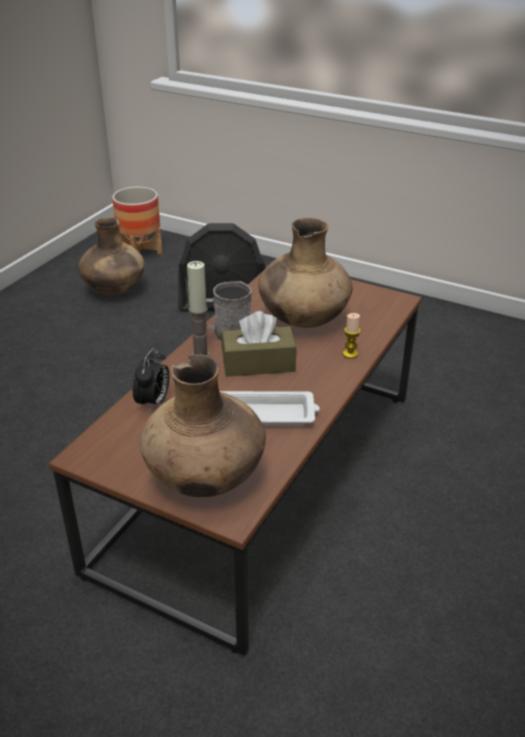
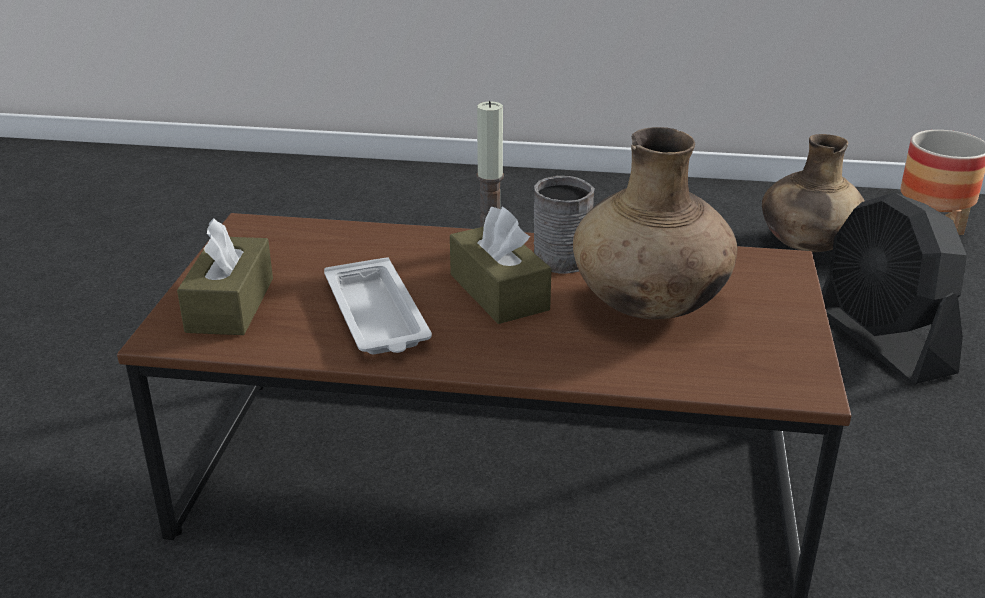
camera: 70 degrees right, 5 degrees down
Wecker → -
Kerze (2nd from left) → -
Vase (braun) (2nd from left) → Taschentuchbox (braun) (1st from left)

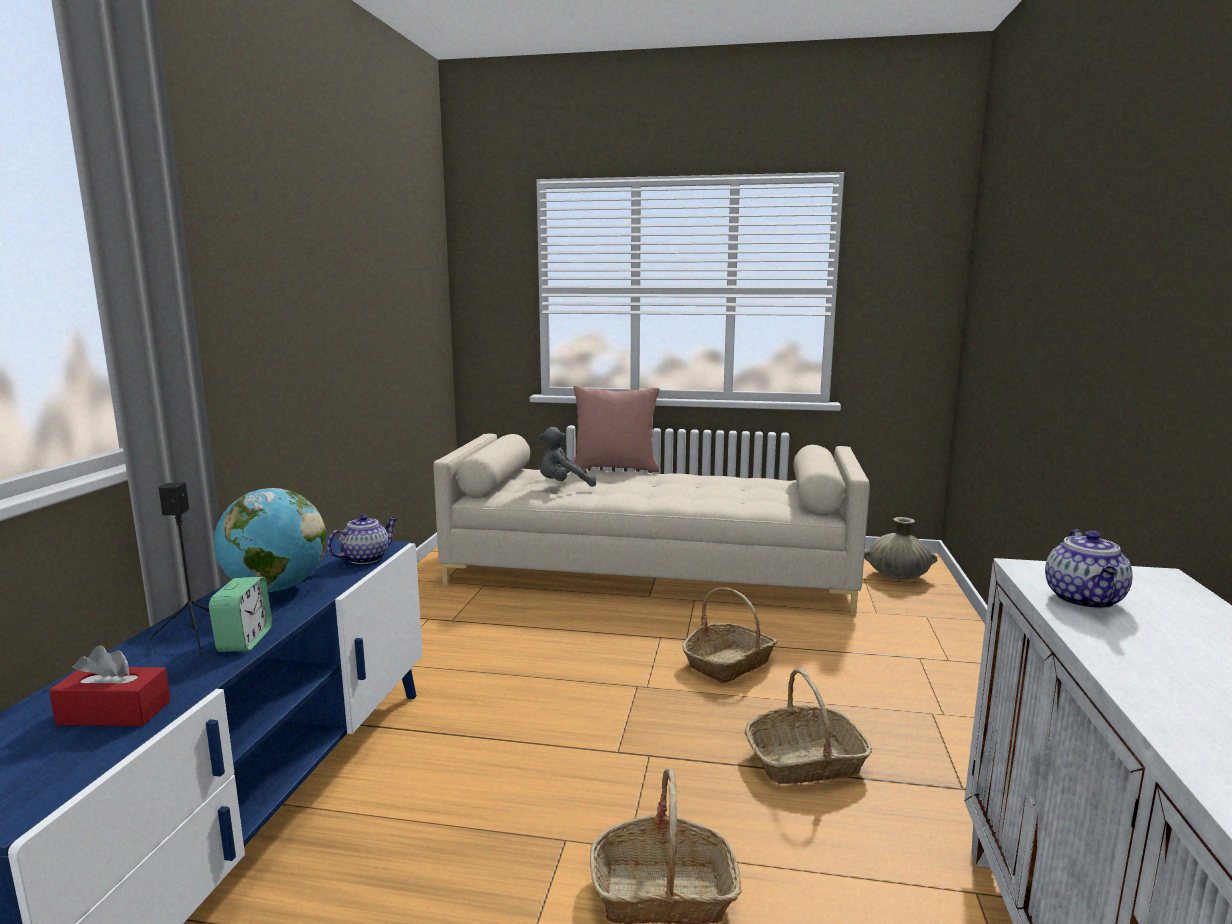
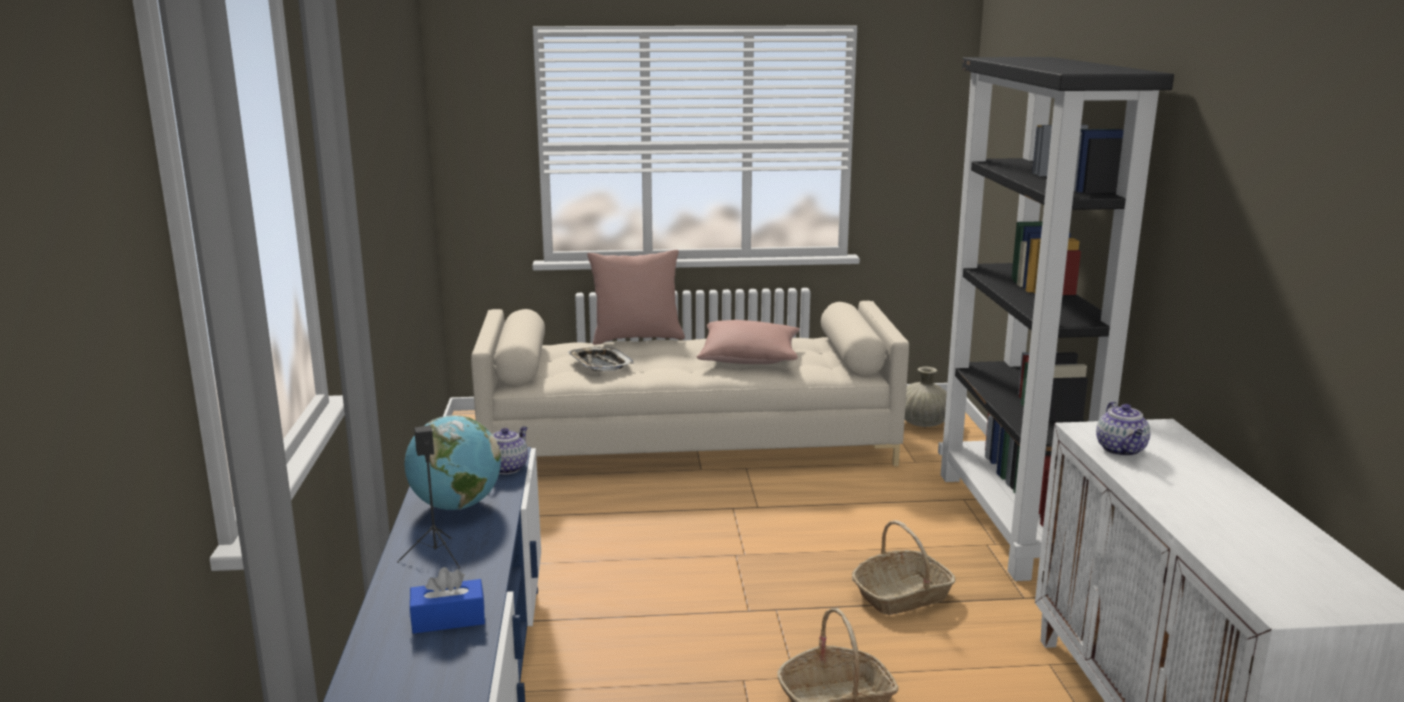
camera: 15 degrees left, 5 degrees up
Wecker → -
Korb (2nd from left) → -
- → Kissen (rosa) (2nd from left)
- → Bücherregal (schwarz)
Plüschtier (grau) → Tablett
Taschentuchbox (rot) → Taschentuchbox (blau)

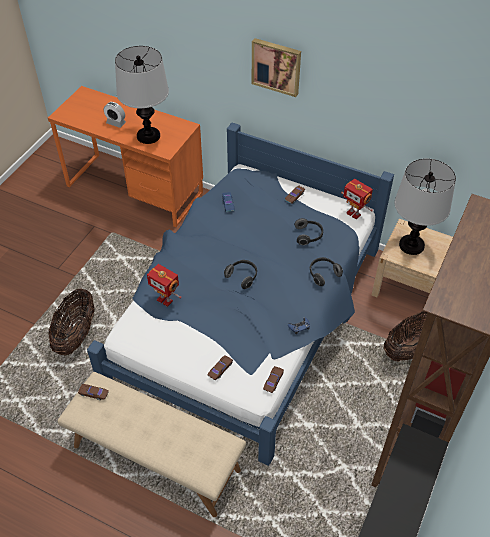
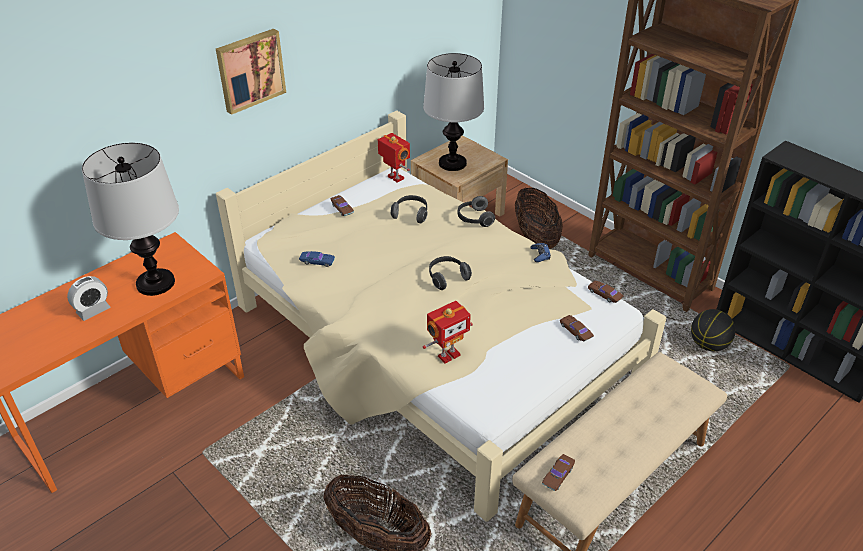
camera: 70 degrees left, 10 degrees down
- → Basketball
Bett (blau) → Bett (beige)
Spielzeugroboter (2nd from left in the first image) → Spielzeugroboter (1st from left), 105 degrees counterclockwise

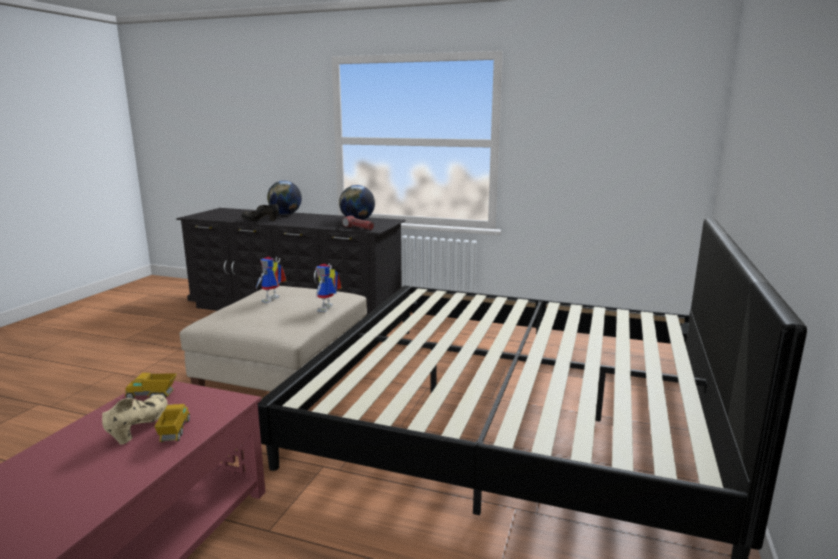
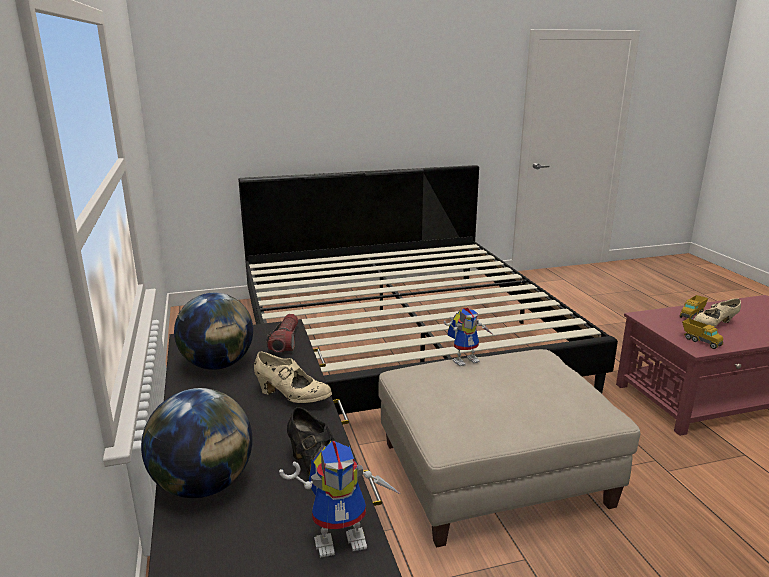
camera: 125 degrees left, 5 degrees up
- → Schuh (beige) (1st from left)
Spielzeugroboter (1st from left), move

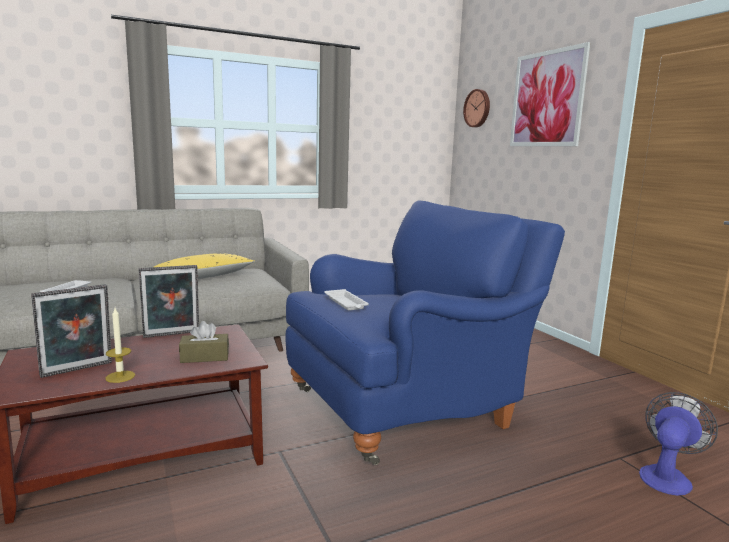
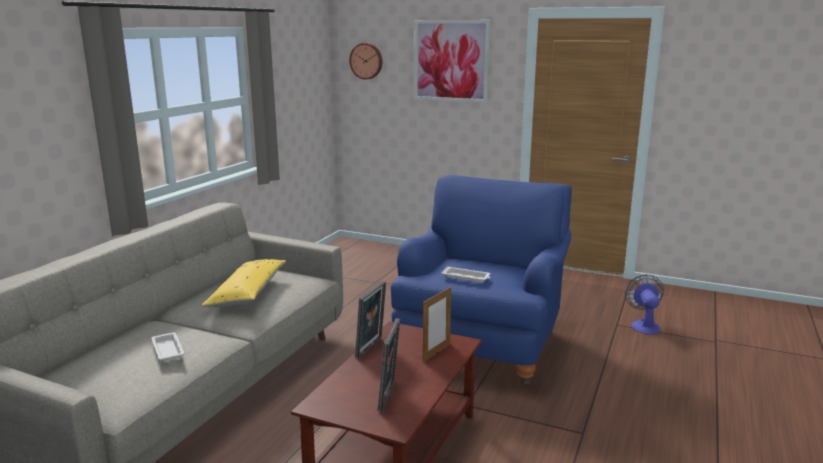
camera: 40 degrees left, 5 degrees up
Kerze → -
Taschentuchbox (braun) → Bilderrahmen (3rd from left)

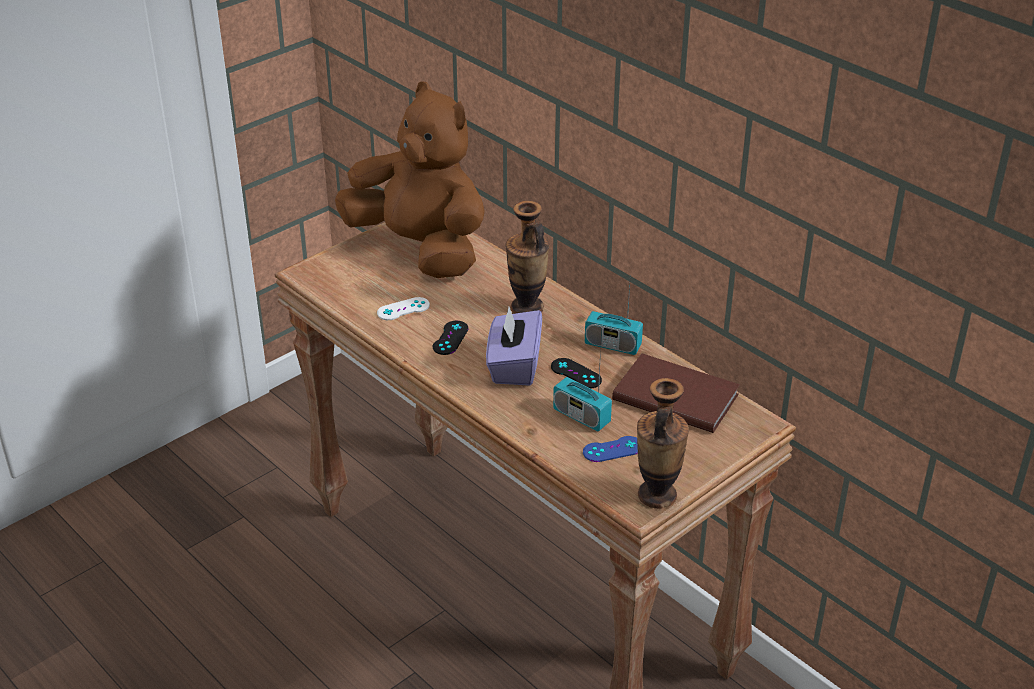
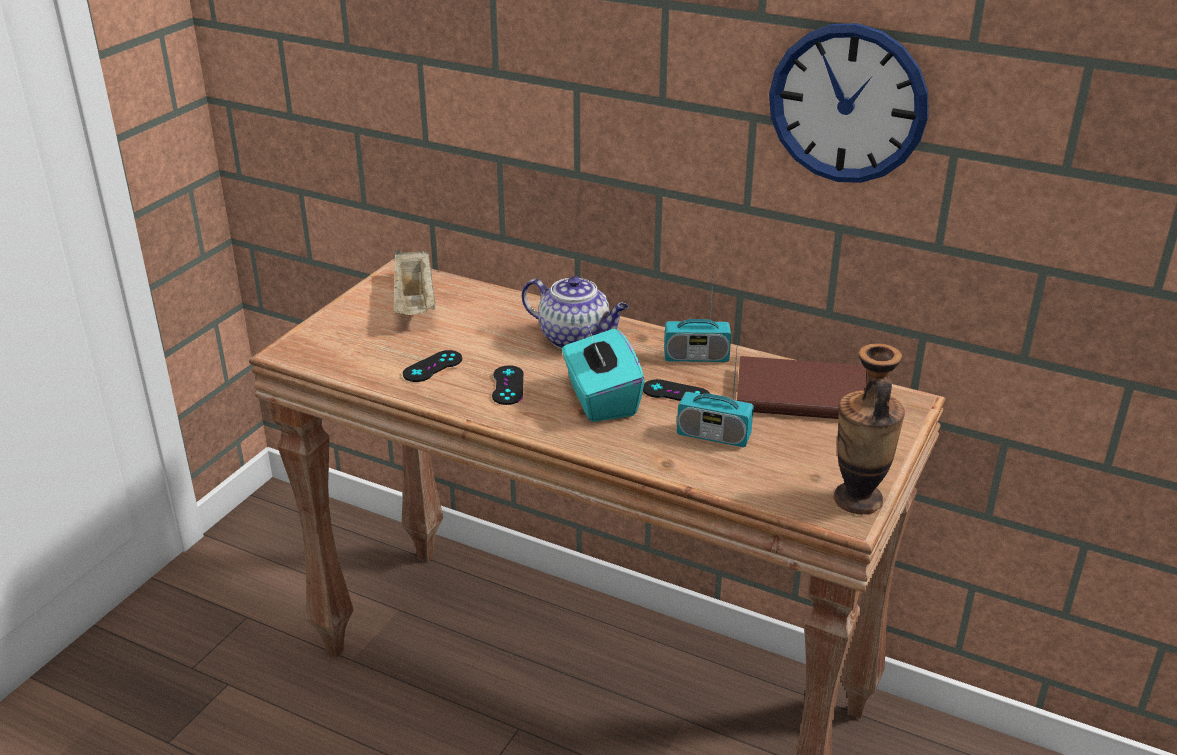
camera: 20 degrees left, 5 degrees down
Gamepad (blau) → -
- → Wanduhr
Plüschtier (braun) → Tablett (beige)
Vase (1st from left) → Teekanne
Gamepad (weiß) → Gamepad (schwarz) (1st from left)
Taschentuchbox (lila) → Taschentuchbox (türkis)

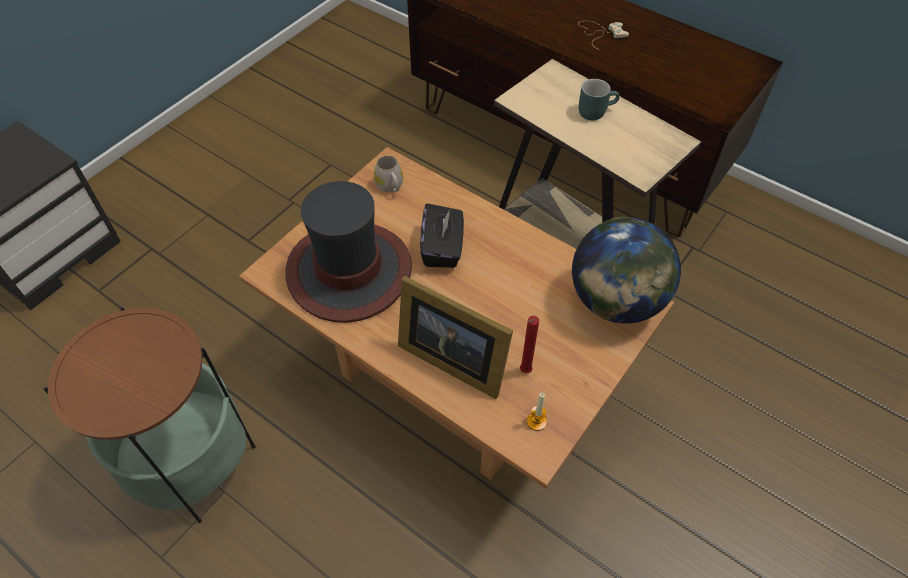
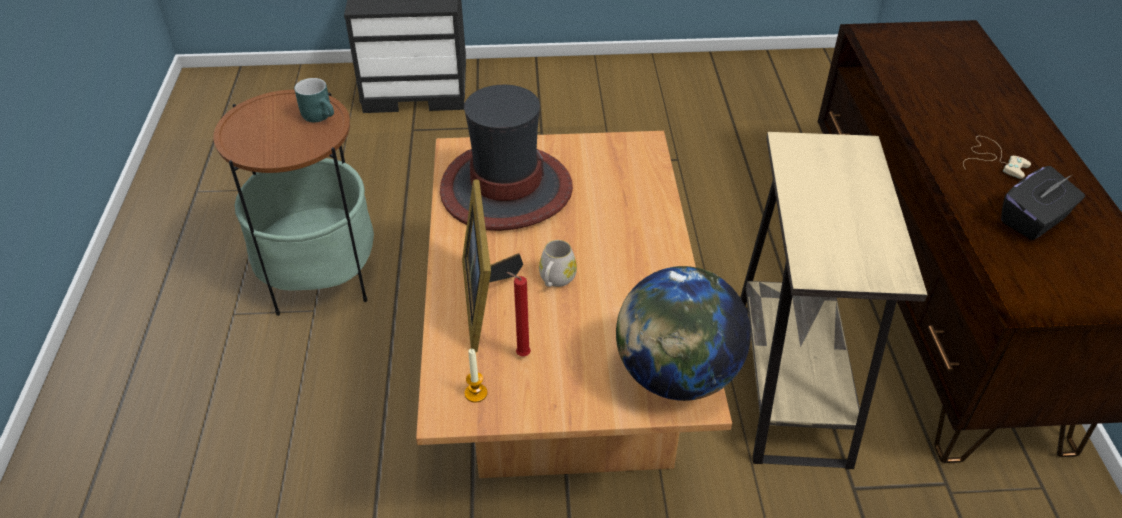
camera: 50 degrees right, 10 degrees down
Henkelbecher (weiß), move
Taschentuchbox (schwarz), move
Henkelbecher (türkis), move

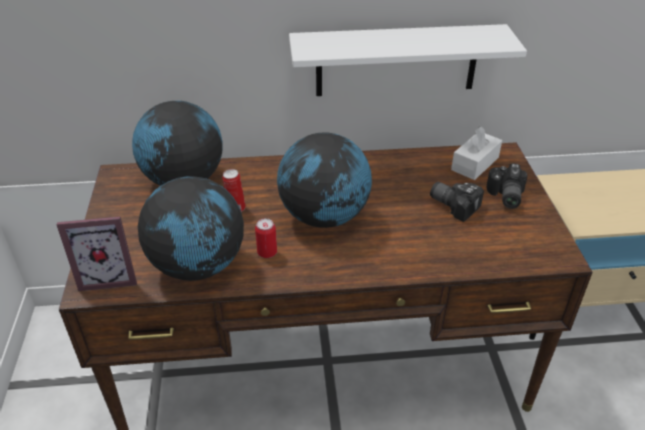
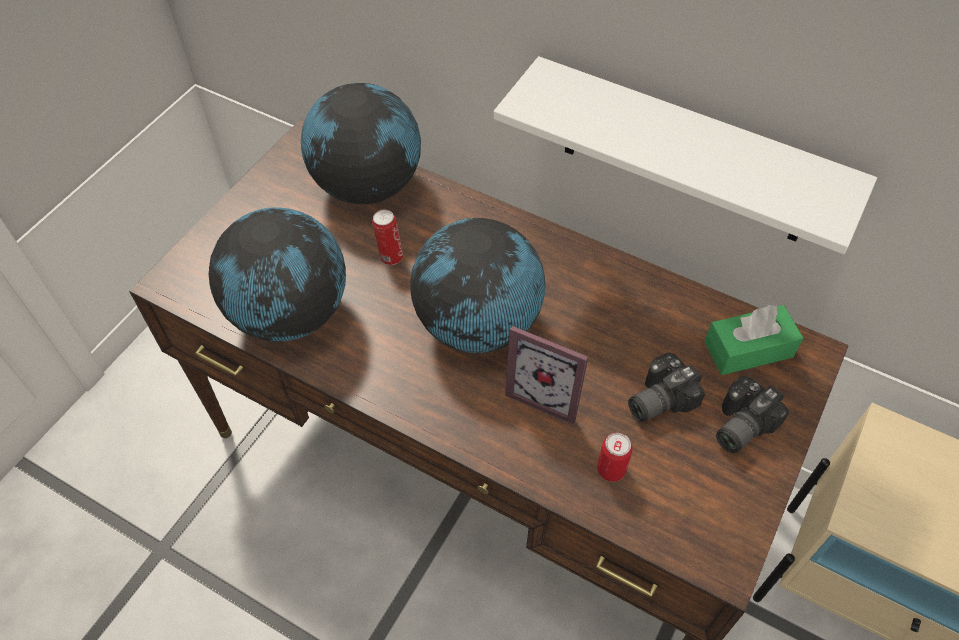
camera: 35 degrees right, 15 degrees up
Bilderrahmen, move
Dose (2nd from left), move
Taschentuchbox (weiß) → Taschentuchbox (grün)
Kamera (1st from left), 105 degrees counterclockwise

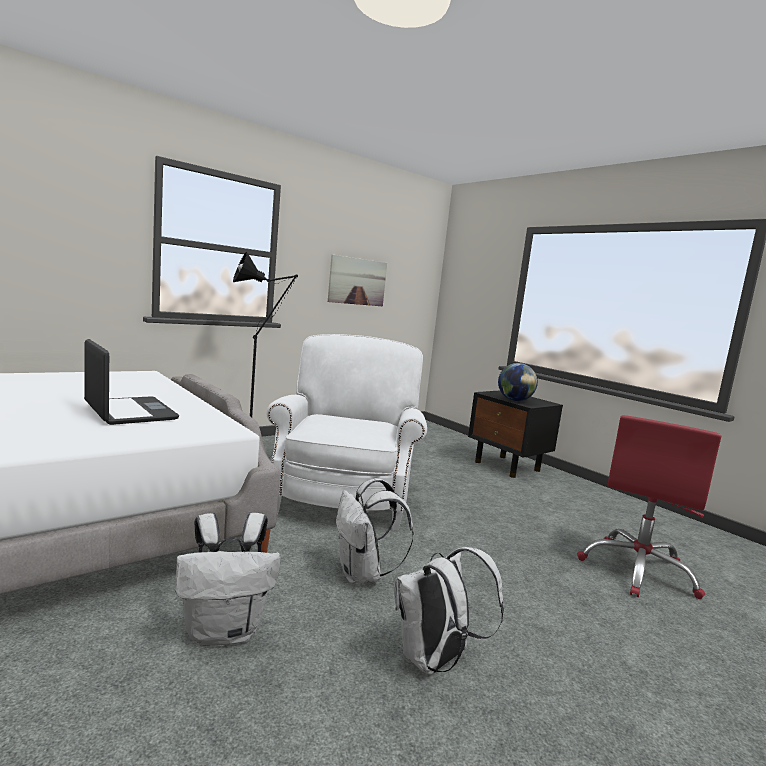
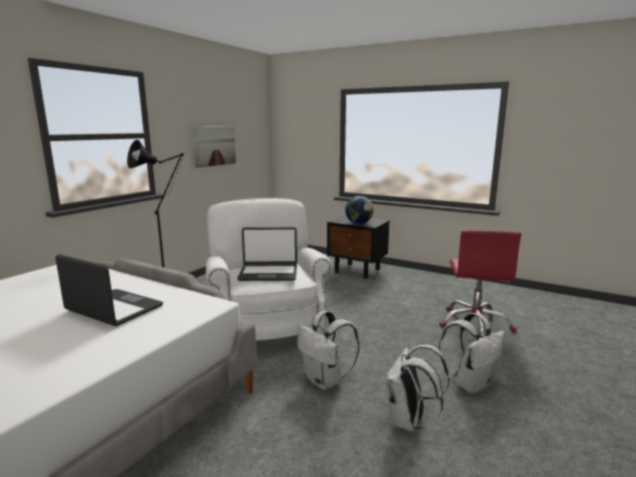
camera: 20 degrees left, 5 degrees up
- → Laptop (2nd from left)
Rucksack (weiß) (1st from left in the first image) → Rucksack (weiß) (3rd from left), move

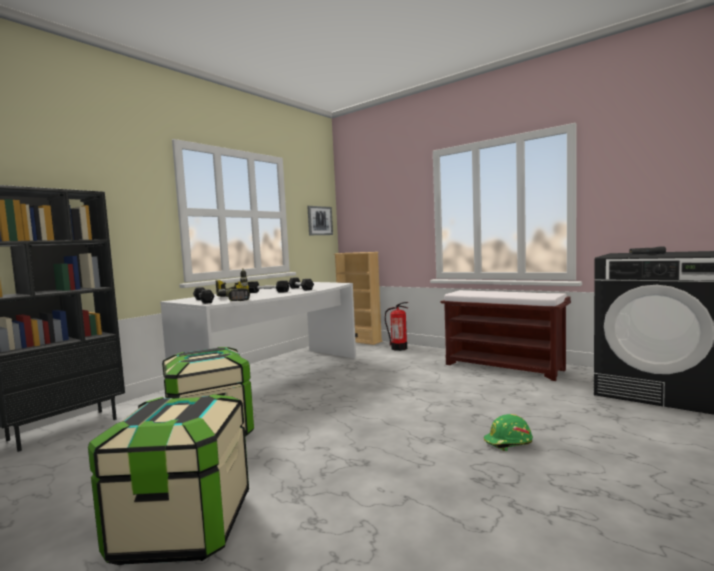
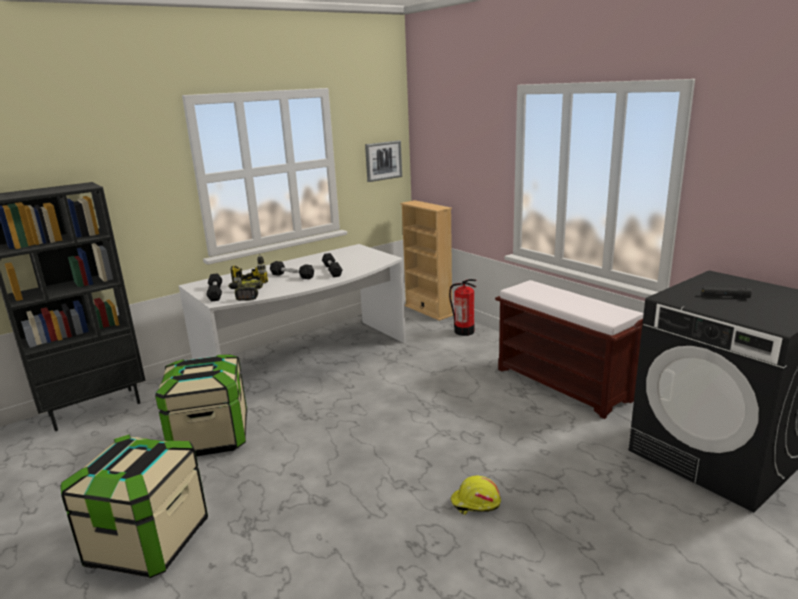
camera: 15 degrees right, 15 degrees up
Schutzhelm (grün) → Schutzhelm (gelb)

